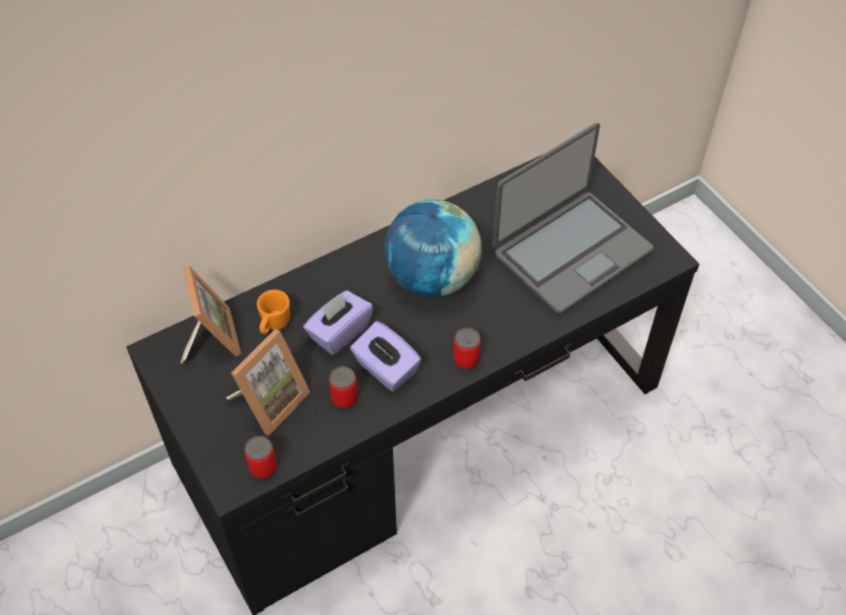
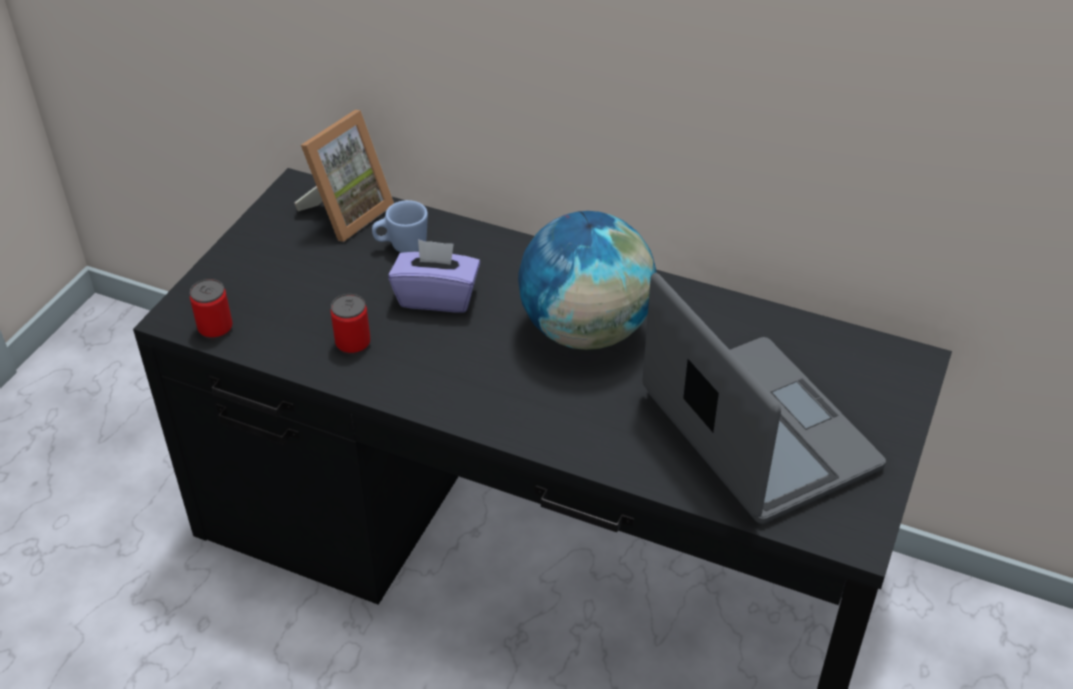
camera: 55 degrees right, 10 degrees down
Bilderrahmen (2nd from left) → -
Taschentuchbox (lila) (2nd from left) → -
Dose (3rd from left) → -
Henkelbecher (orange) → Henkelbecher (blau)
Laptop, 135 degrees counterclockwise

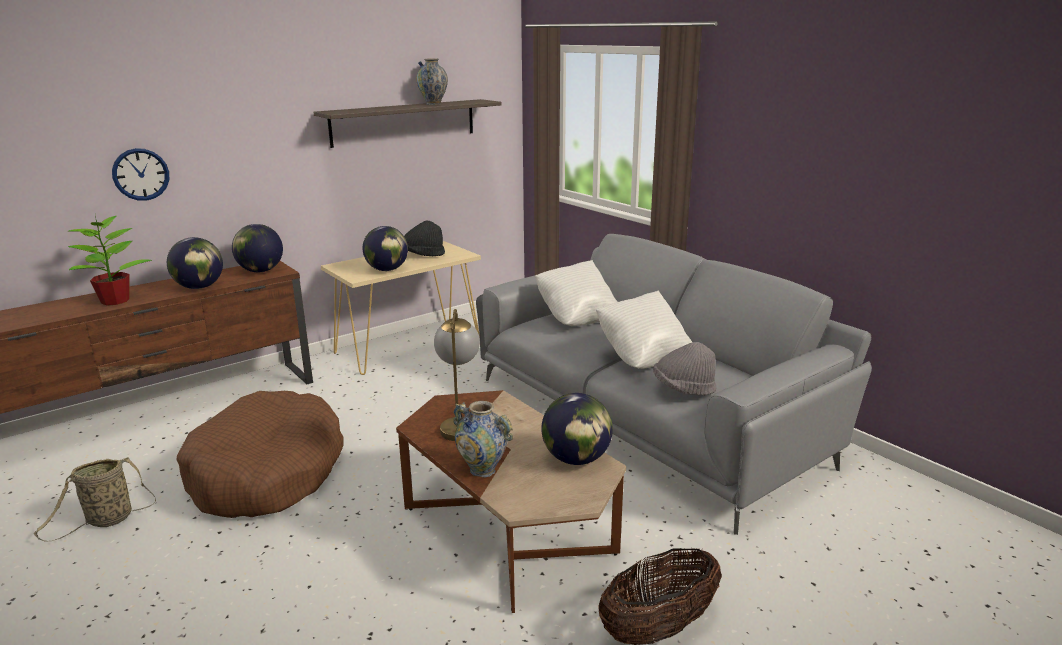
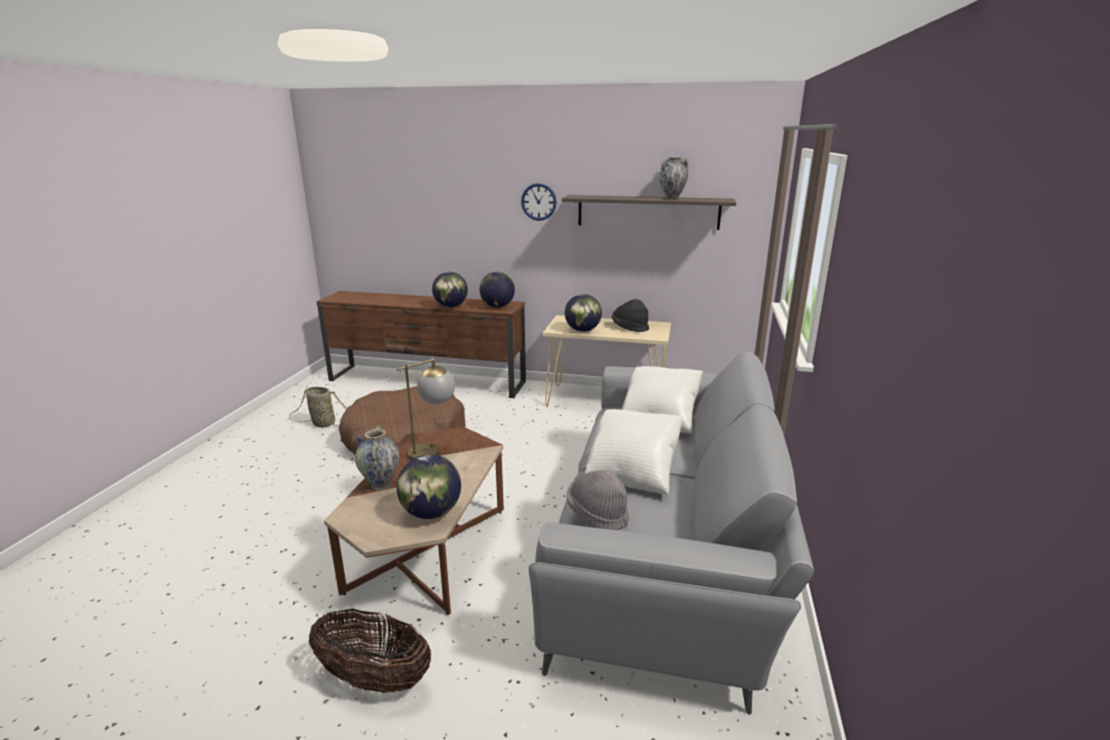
camera: 50 degrees right, 0 degrees up
Topfpflanze → -
Wanduhr, move

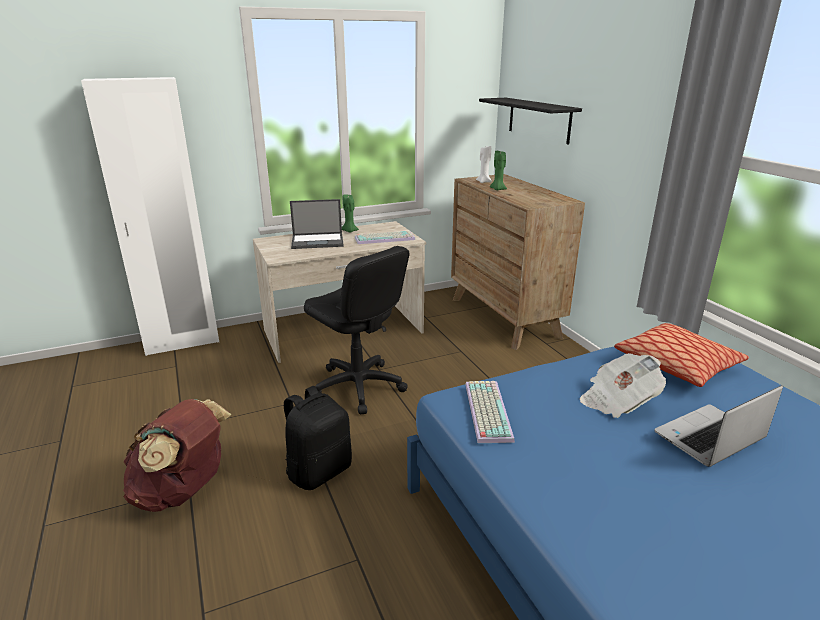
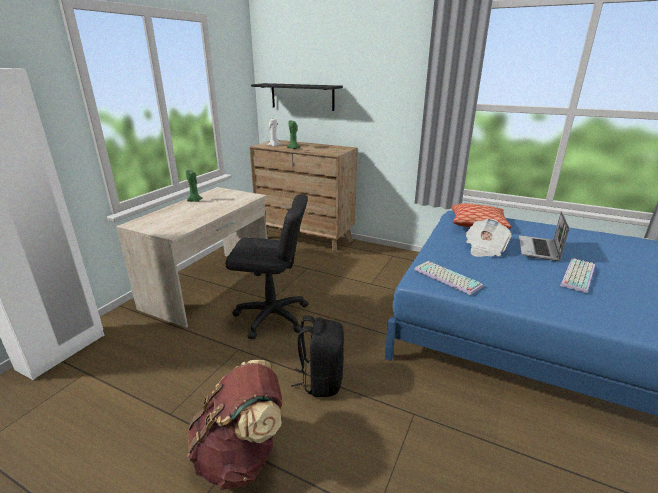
camera: 40 degrees left, 0 degrees up
Laptop (1st from left) → -
Tastatur (1st from left in the first image) → Tastatur (2nd from left), move

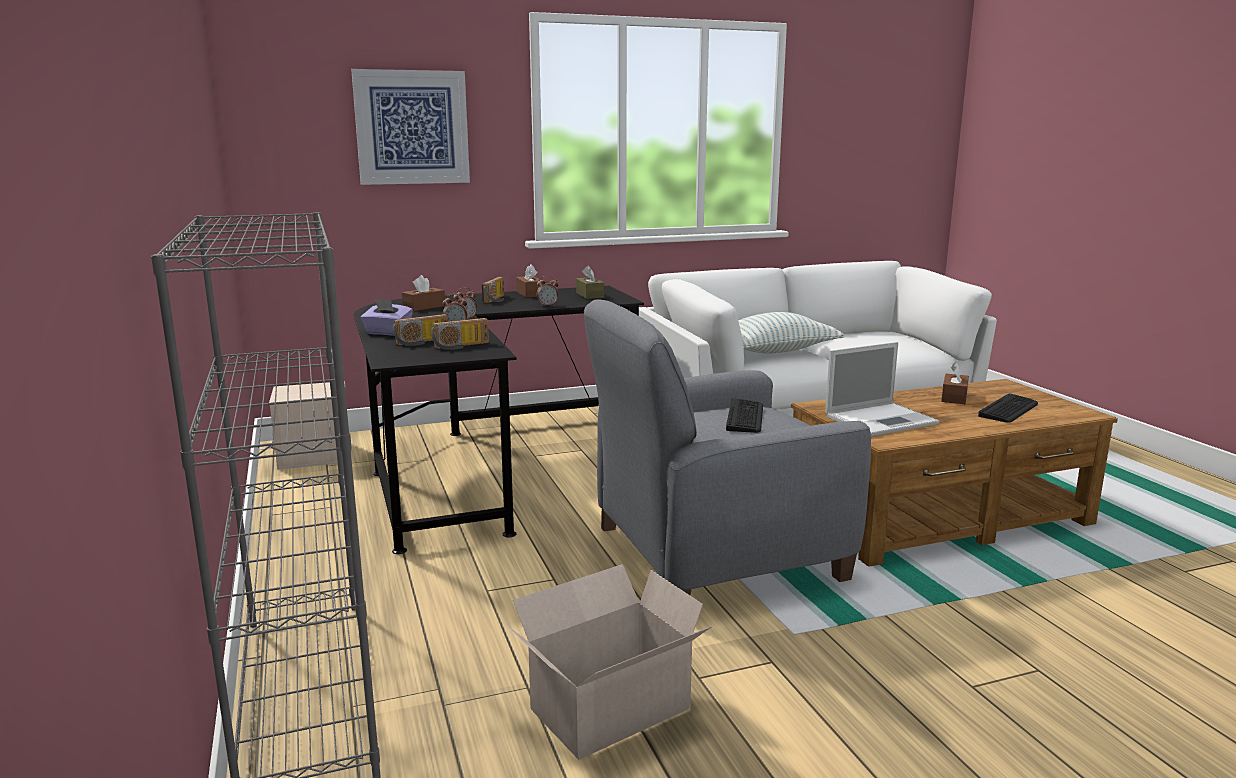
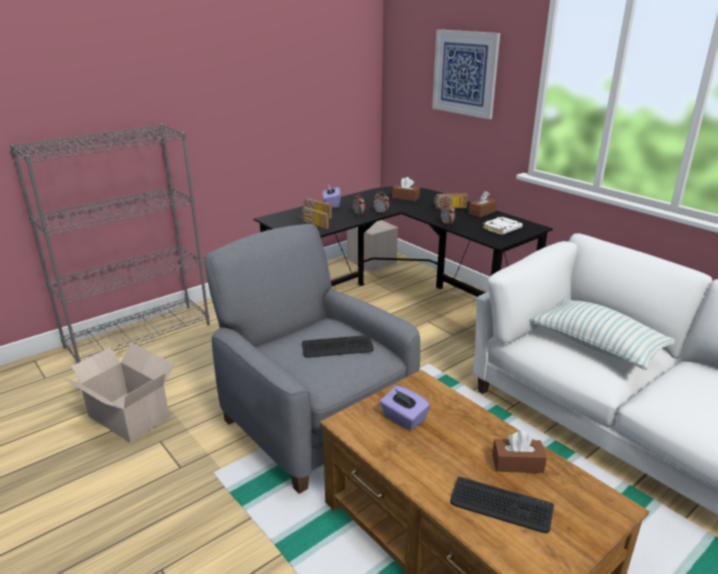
camera: 70 degrees right, 10 degrees up
Taschentuchbox (braun) (3rd from left) → Buch (weiß)
Laptop → Taschentuchbox (lila) (2nd from left)

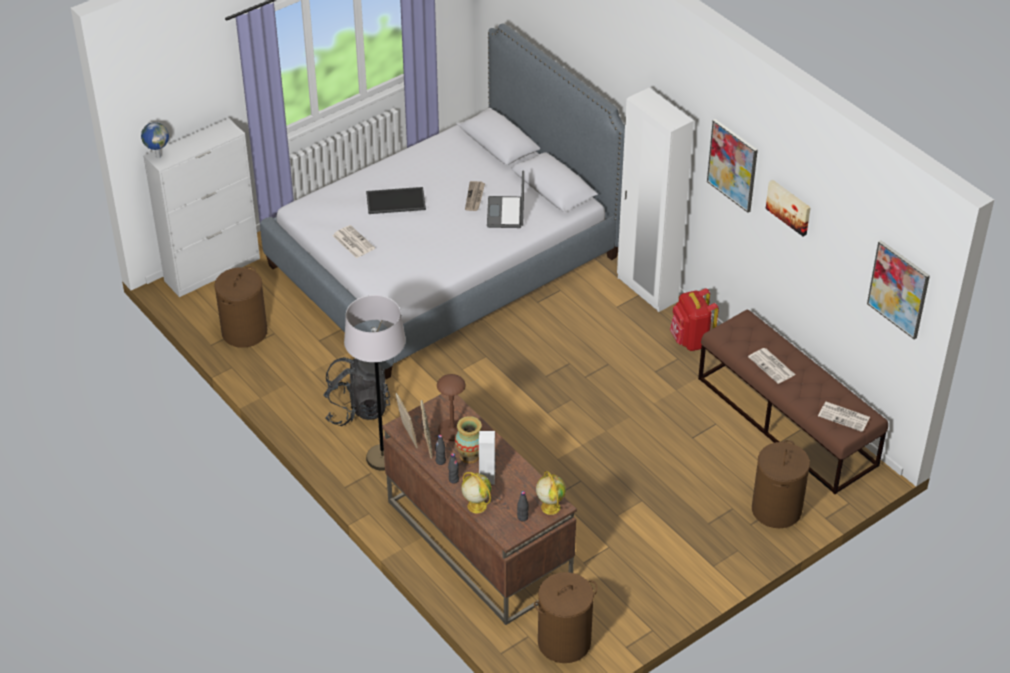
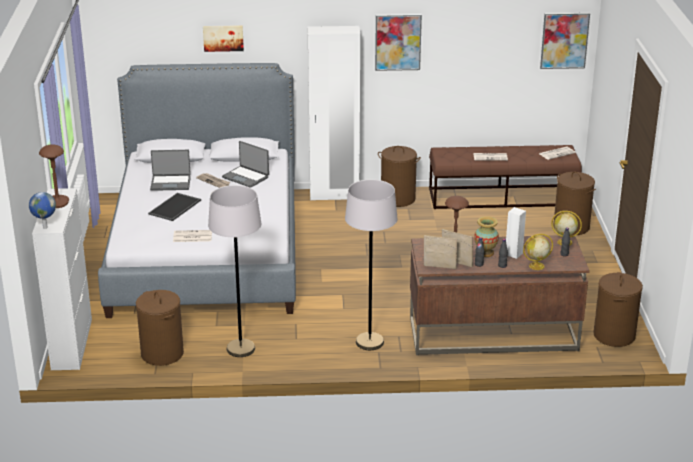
camera: 55 degrees left, 15 degrees down
Rucksack (schwarz) → -
- → Tischlampe (braun) (1st from left)
- → Laptop (1st from left)
- → Stehlampe (grau) (1st from left)
Bild (2nd from left in the first image) → Bild (1st from left), move
Rucksack (rot) → Wäschekorb (braun) (2nd from left)

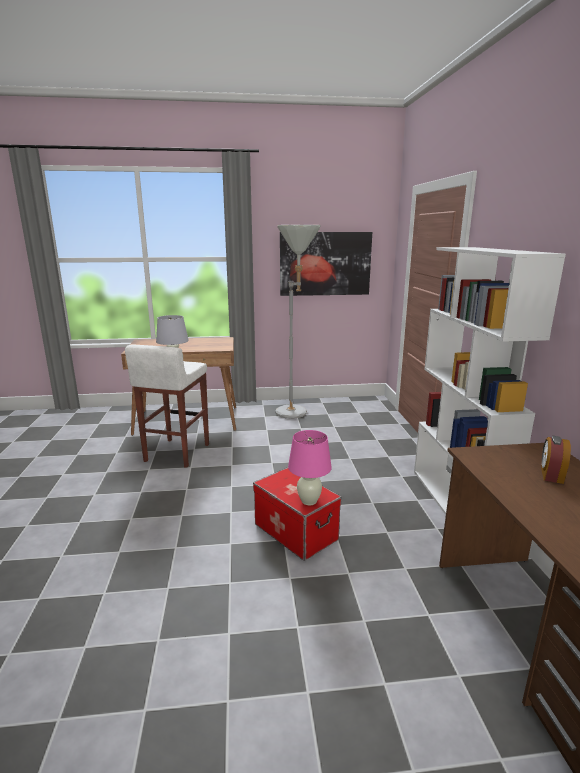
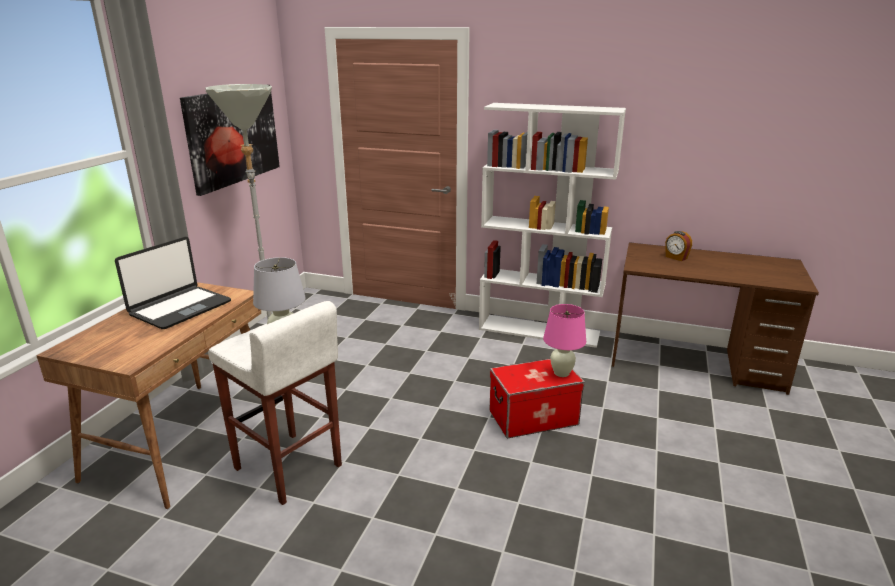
camera: 65 degrees left, 5 degrees up
- → Laptop

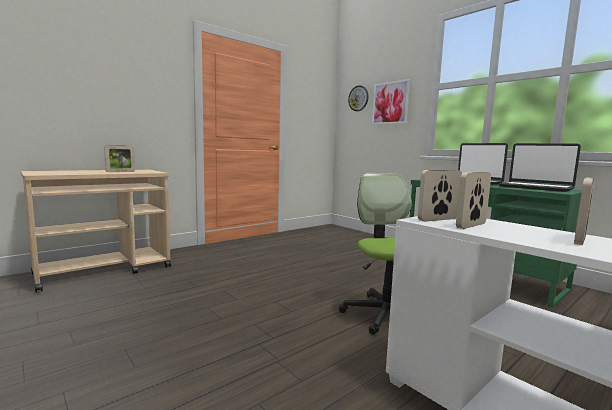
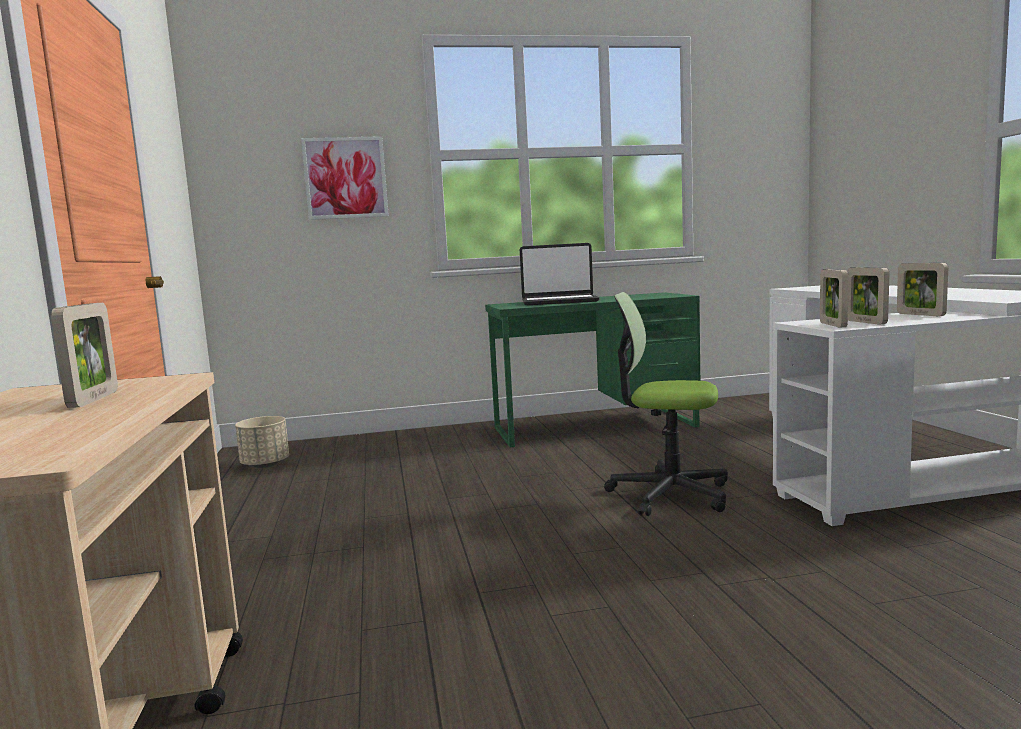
camera: 60 degrees left, 0 degrees up
Wanduhr → -
Laptop (2nd from left) → -
- → Pflanzkübel (beige)

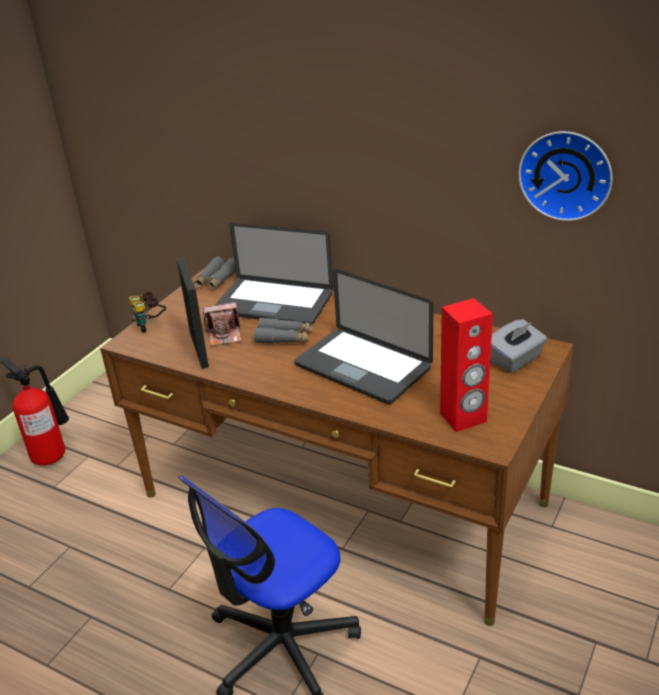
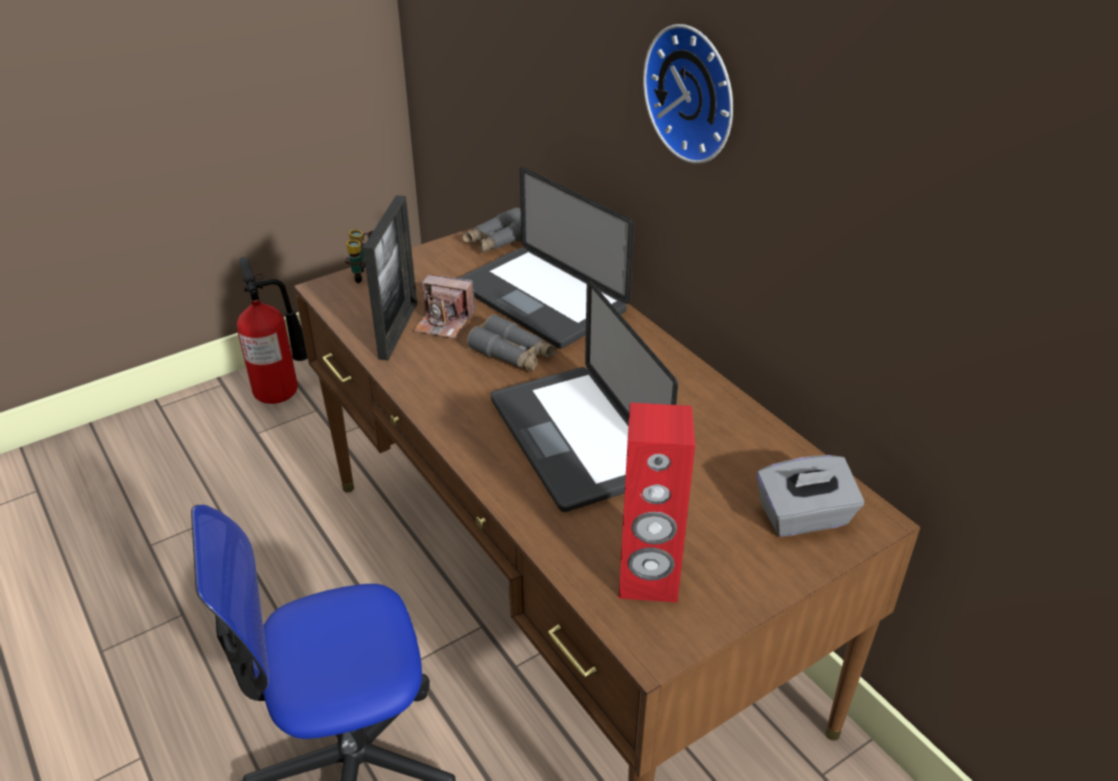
camera: 25 degrees right, 5 degrees up
Wanduhr, move

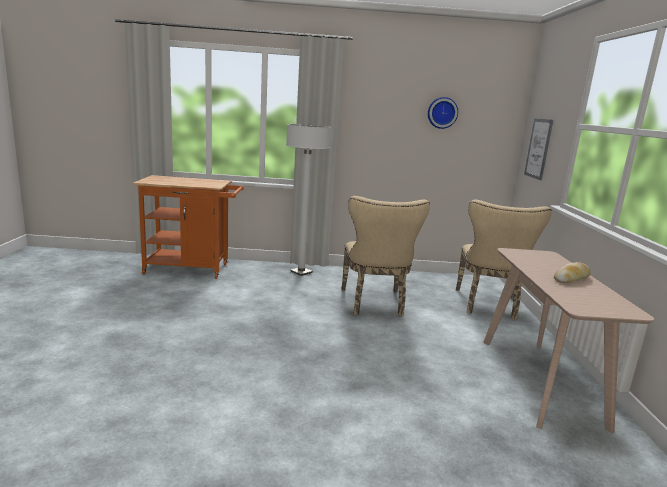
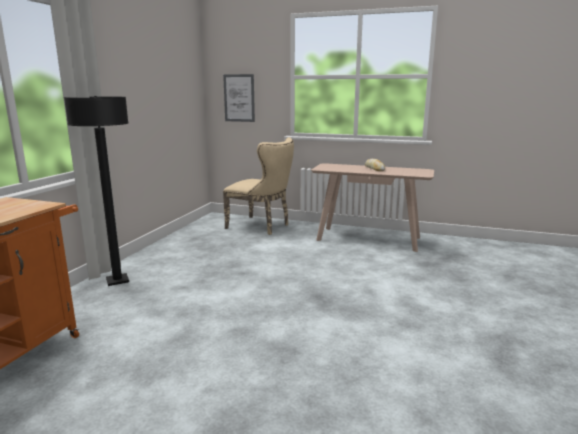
camera: 70 degrees left, 0 degrees up
Stuhl (beige) (1st from left) → -
Wanduhr → -
Stehlampe (weiß) → Stehlampe (schwarz)

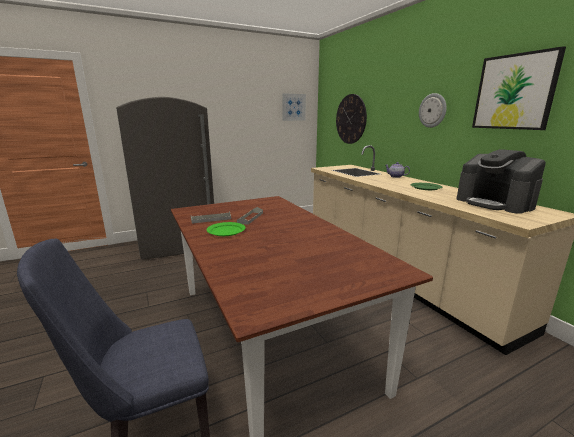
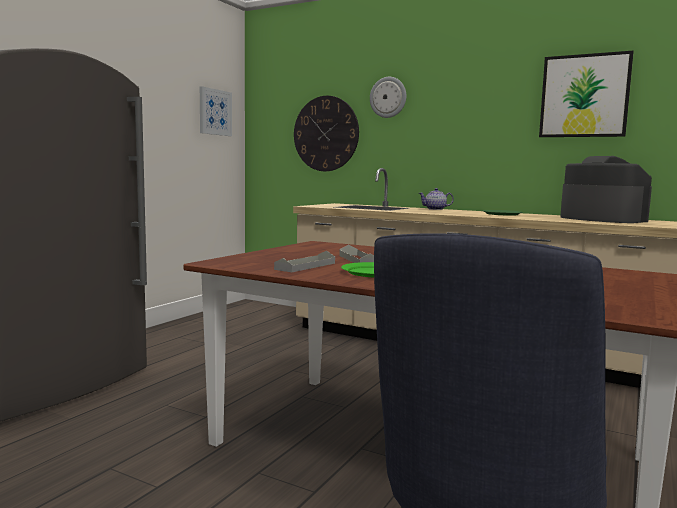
camera: 35 degrees left, 10 degrees down
Wanduhr (2nd from left), move
Kaffeemaschine, 150 degrees counterclockwise

